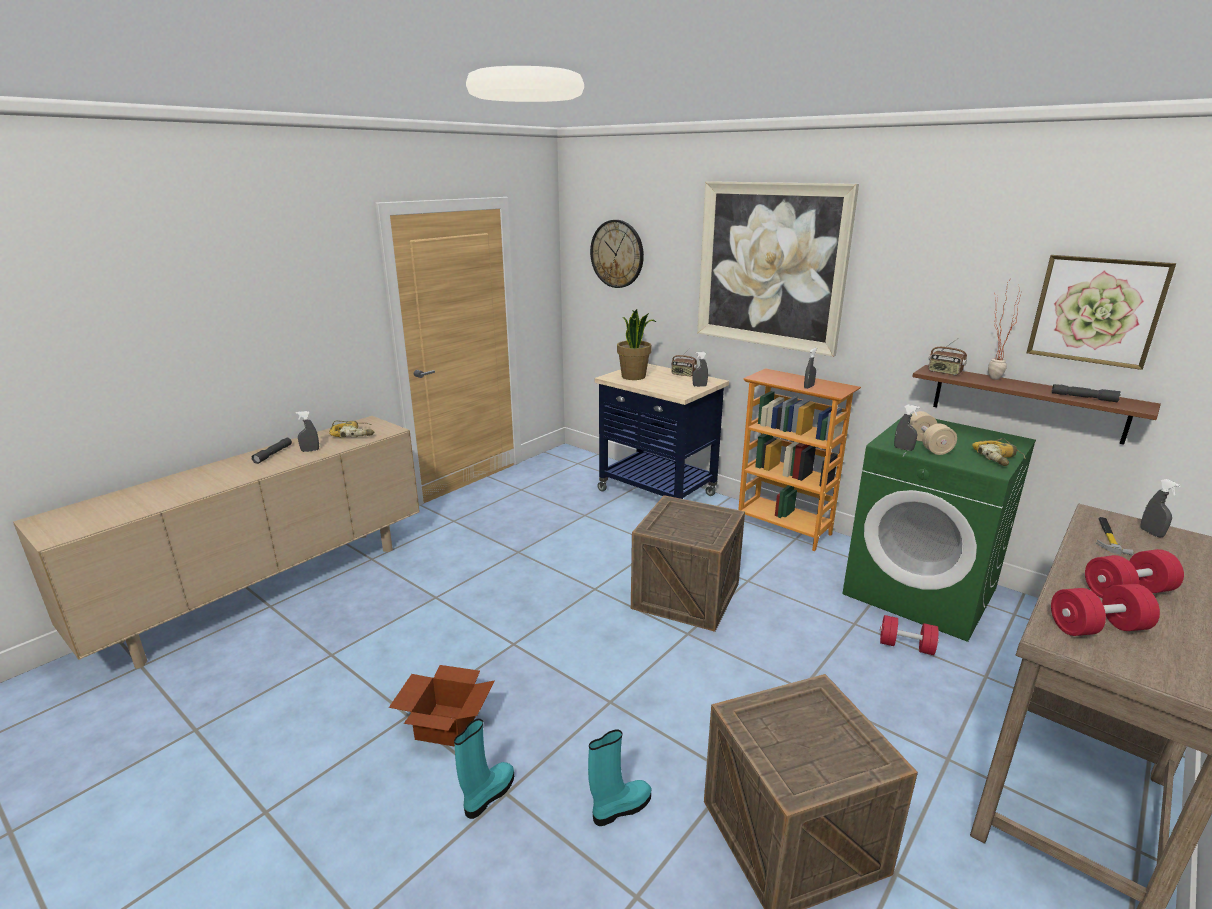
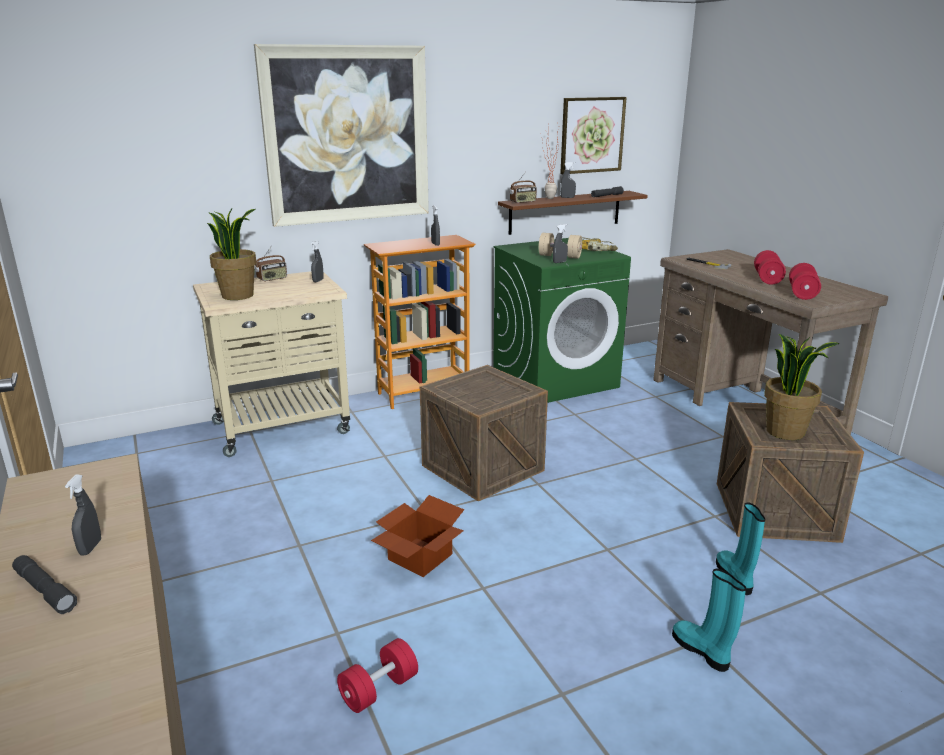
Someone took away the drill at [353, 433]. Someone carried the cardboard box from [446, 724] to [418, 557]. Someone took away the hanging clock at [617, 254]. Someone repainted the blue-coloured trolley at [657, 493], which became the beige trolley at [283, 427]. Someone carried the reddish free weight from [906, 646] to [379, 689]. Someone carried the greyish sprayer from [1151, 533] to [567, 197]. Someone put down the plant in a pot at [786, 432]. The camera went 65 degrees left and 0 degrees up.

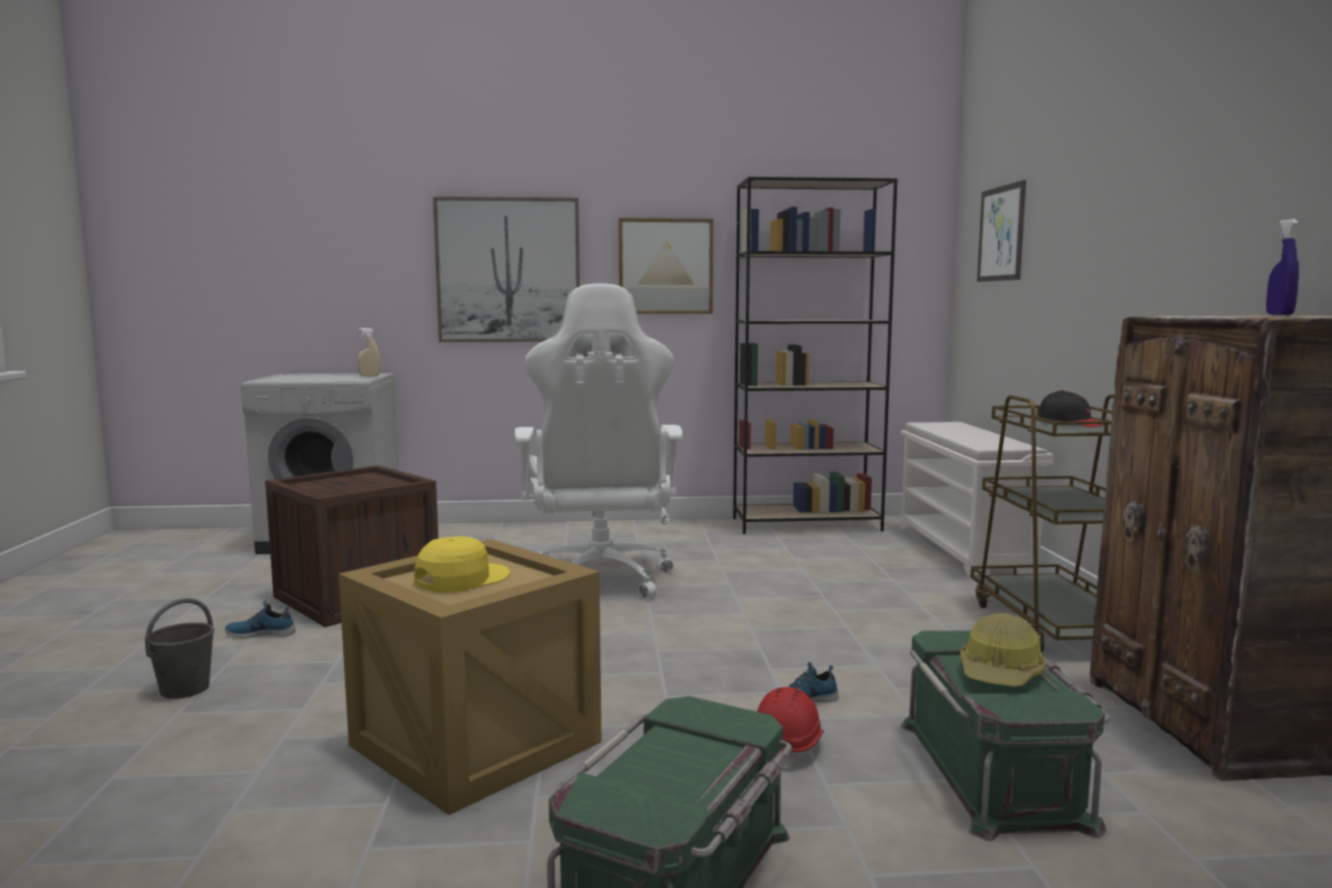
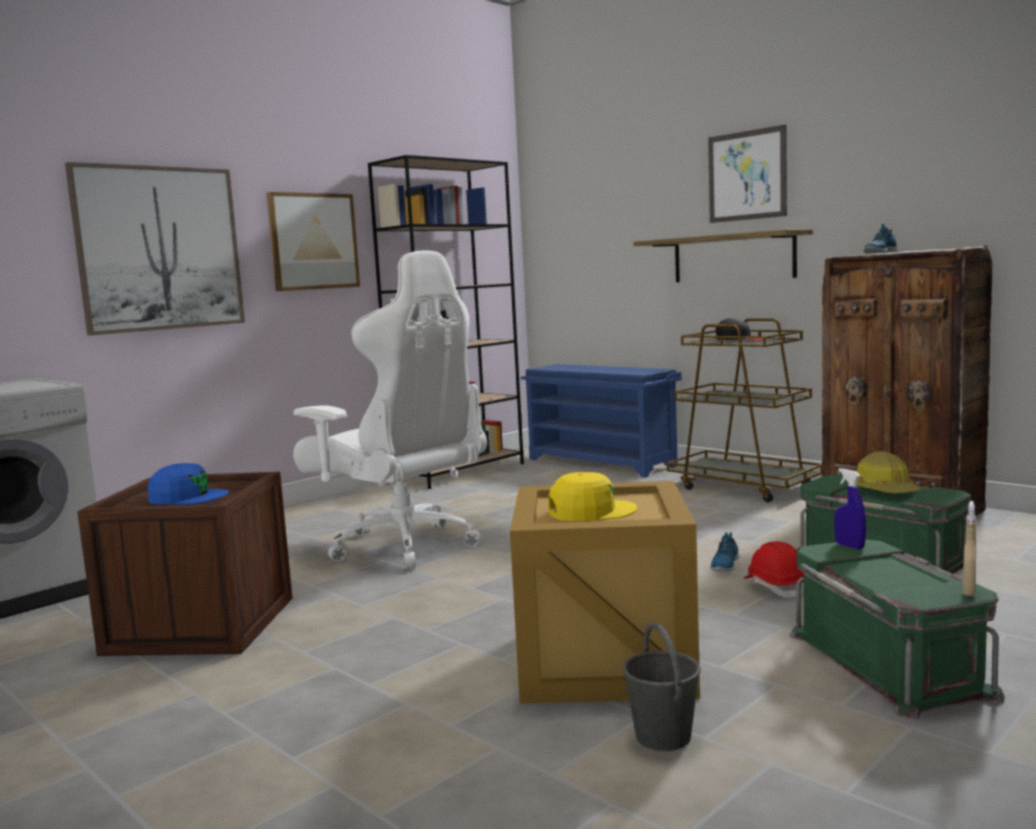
Someone carried the greyish water bucket from [185, 689] to [662, 736]. Someone carried the item of footwear from [261, 633] to [879, 252]. Someone carried the beige sprayer from [369, 376] to [969, 591]. Someone rotated the yellow baseball cap at [461, 578] by 75 degrees clockwise. Someone repainted the whitish shoe shelf at [965, 551], which became the blue-coloured shoe shelf at [602, 463]. Someone carried the picture from [1001, 233] to [747, 175]. Someone carried the blue-coloured sprayer from [1279, 314] to [849, 546]. Someone put down the blue-coloured baseball cap at [188, 497]. Someone put up the bracket shelf at [733, 257]. The camera went 40 degrees left and 0 degrees up.

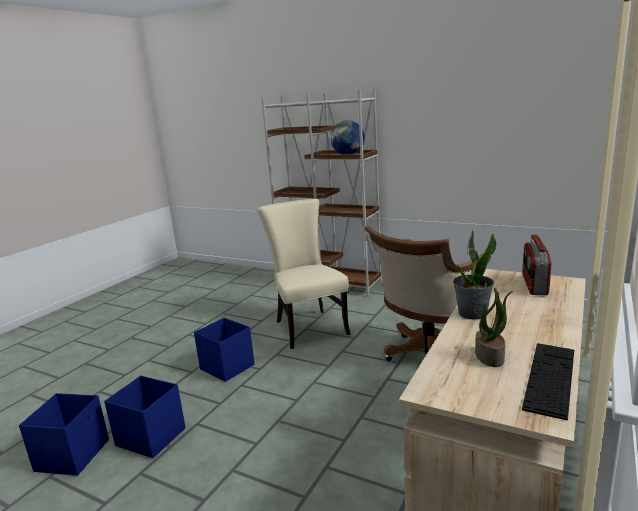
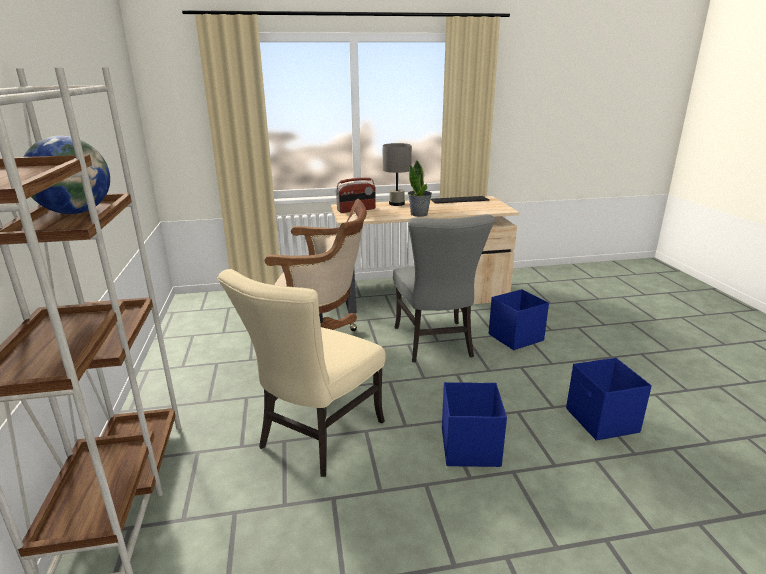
Someone carried the blue-coloured storage bin from [73, 455] to [515, 337]. Someone took away the plant in a pot at [490, 356]. Someone put down the greyish lamp for a table at [396, 204]. Someone put down the greyish plain chair at [435, 344]. The camera went 130 degrees left and 5 degrees up.

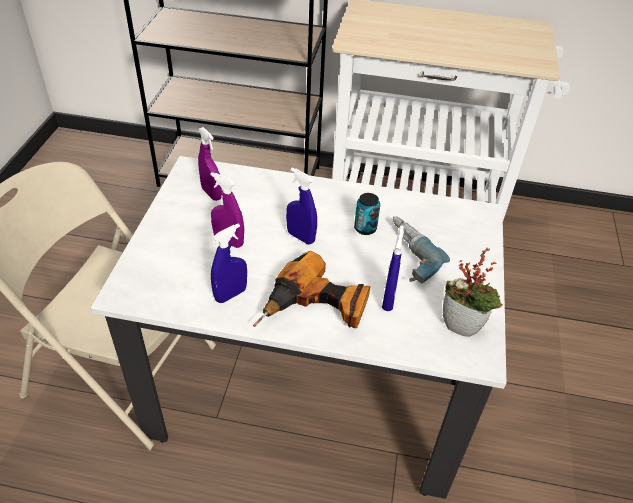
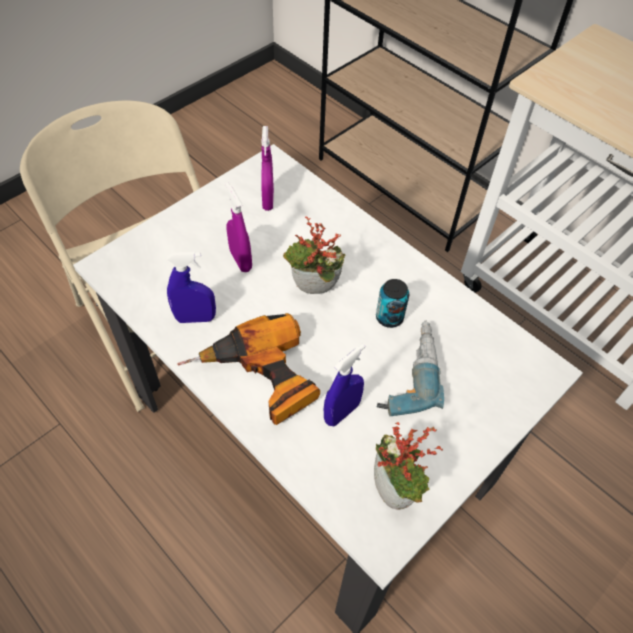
Someone swapped the blue-coloured sprayer at [301, 237] for the plant in a pot at [313, 292]. The camera went 35 degrees right and 10 degrees up.

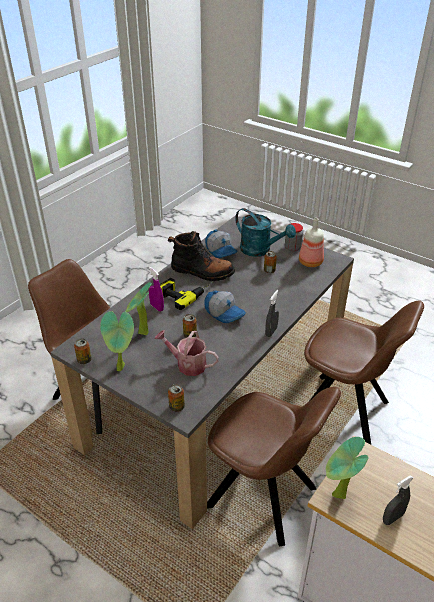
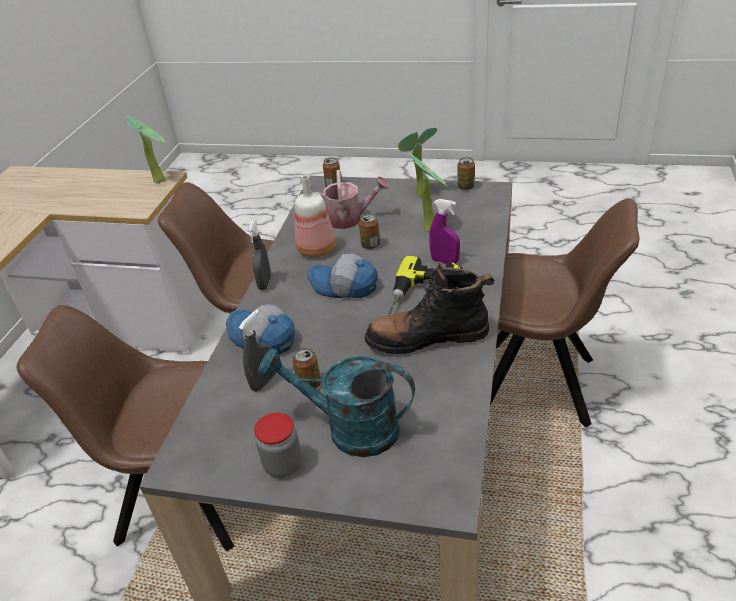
Someone carried the baseball cap from [221, 250] to [262, 338]. Someone carried the bottle from [309, 262] to [318, 249]. Someone carried the greyish sprayer from [392, 518] to [263, 382]. The camera went 160 degrees right and 0 degrees up.

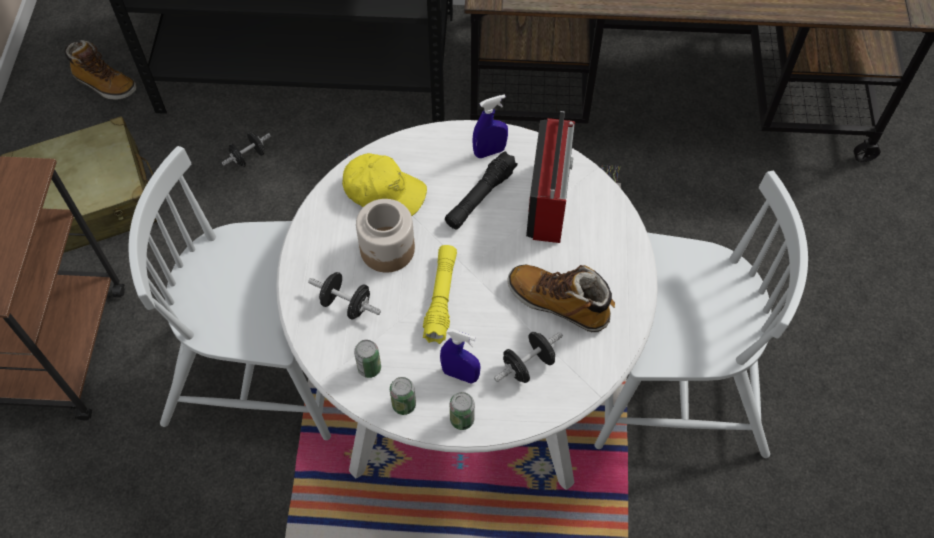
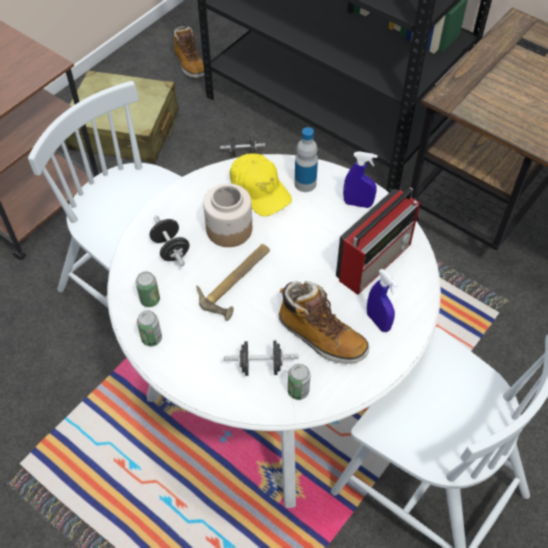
Someone swapped the yellow hand torch at [441, 298] for the hand hammer at [238, 283]. Someone carried the blue-coloured sprayer from [460, 374] to [378, 321]. Someone took away the blackish hand torch at [480, 197]. Someone carried the can from [462, 419] to [298, 391]. Someone rotated the boot at [559, 303] by 150 degrees clockwise. Someone put down the bottle at [305, 183]. The camera went 35 degrees right and 5 degrees down.

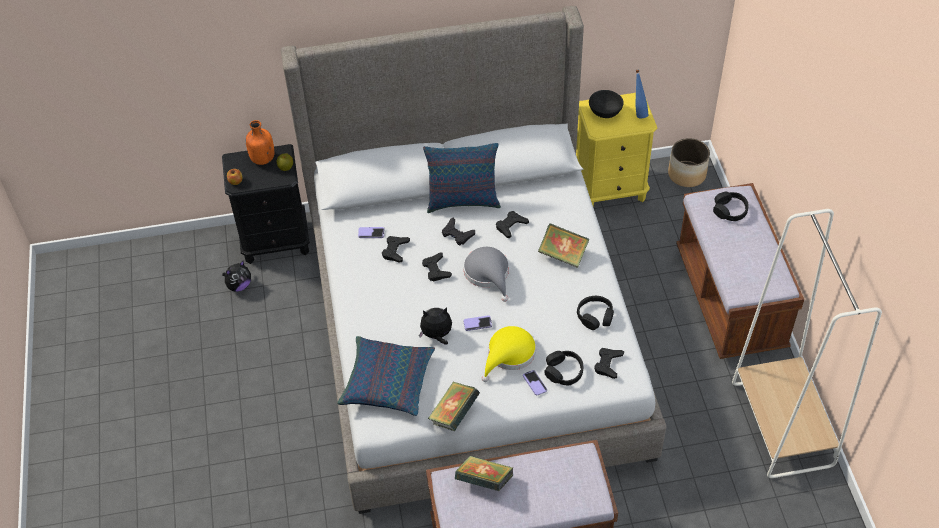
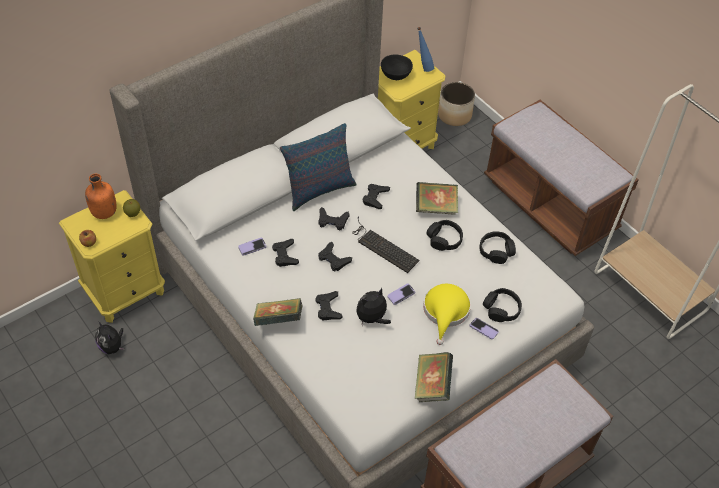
Someone repainted the blackish night table at [276, 241], which became the yellow night table at [125, 292]. Someone rotated the plush toy at [239, 285] by 120 degrees clockwise. Someone took away the blue-coloured pillow at [387, 382]. Someone carried the book from [484, 481] to [278, 320]. Someone swapped the greyish clothing hat at [488, 274] for the keyboard at [382, 246]. Someone carried the blackish gamepad from [608, 364] to [328, 308]. Someone carried the blackish headphones from [730, 210] to [444, 239]. The camera went 30 degrees left and 0 degrees up.

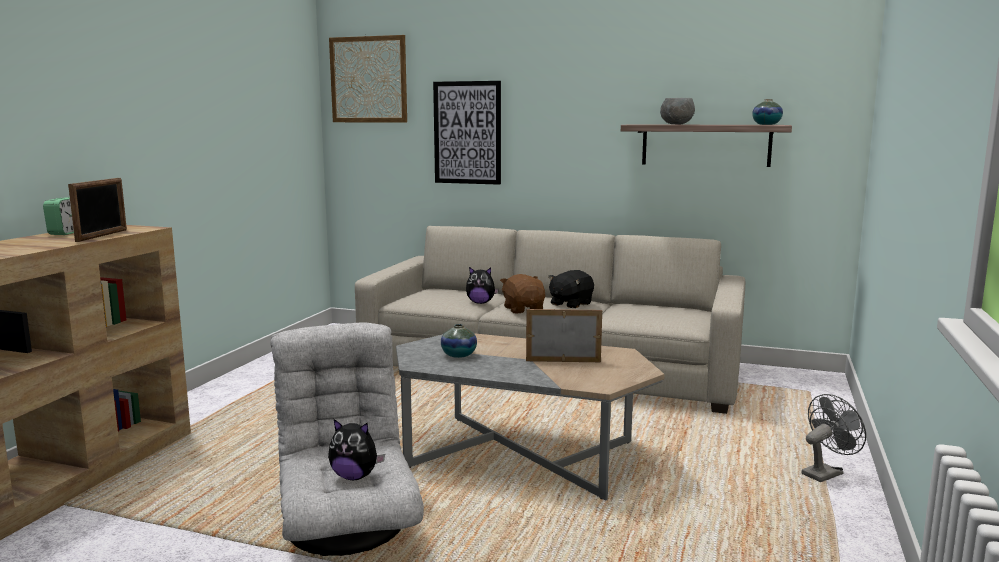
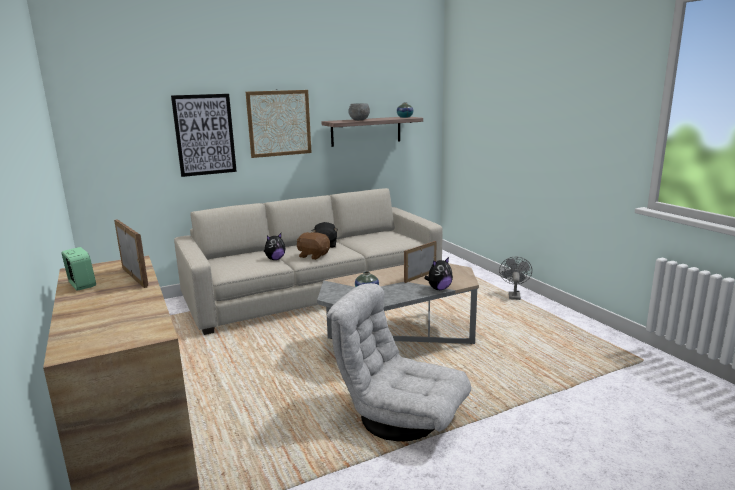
Someone carried the plush toy from [355, 476] to [439, 289]. Someone carried the picture from [368, 78] to [279, 122]. The camera went 45 degrees left and 5 degrees up.

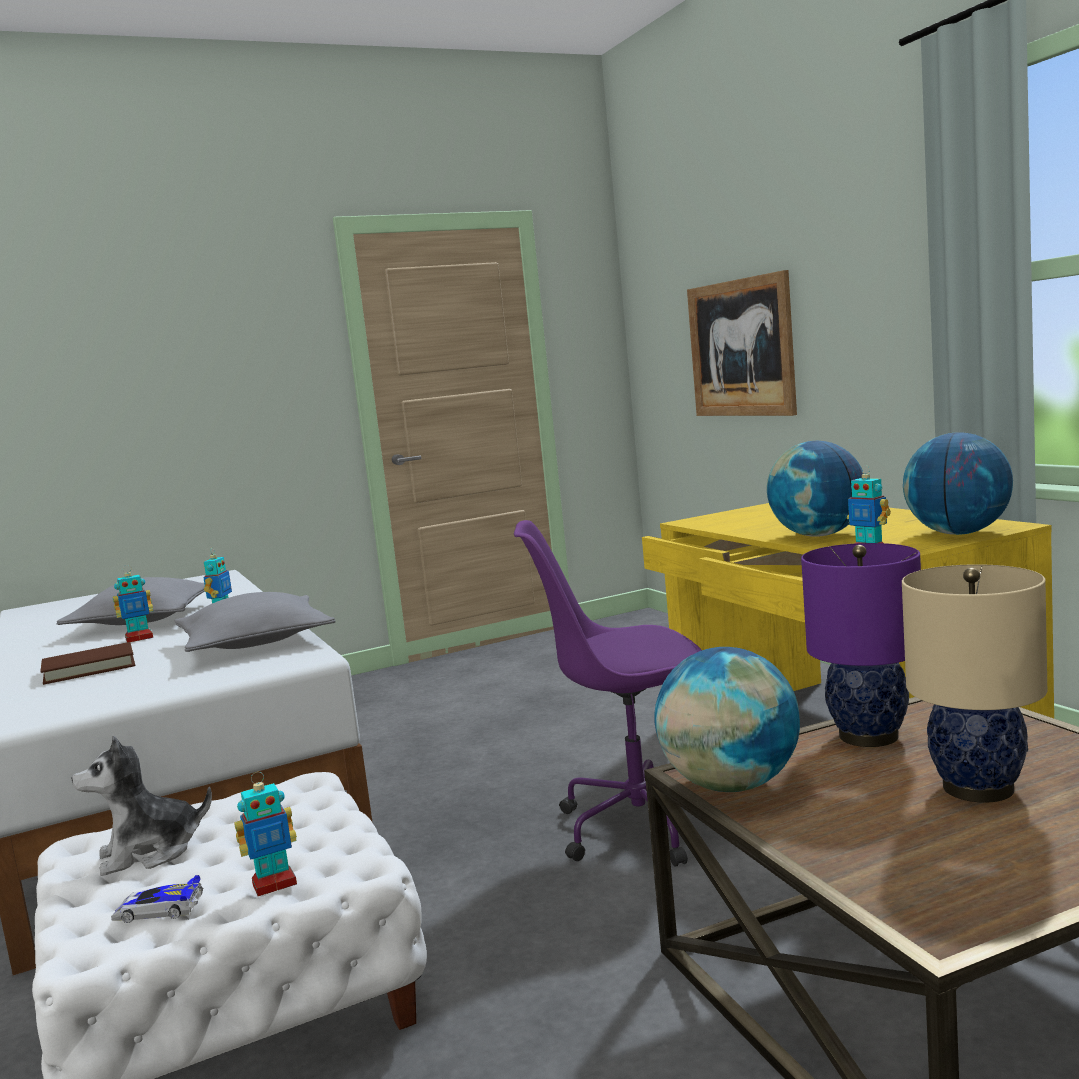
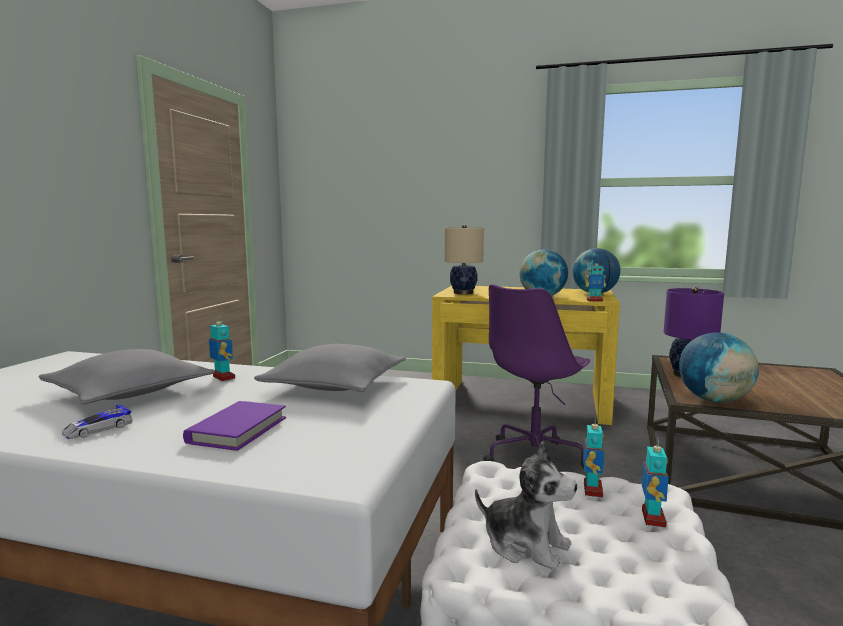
Someone repainted the brownish book at [89, 668], which became the purple-coloured book at [237, 430]. Someone rotated the plush toy at [149, 853] by 75 degrees counterclockwise. Someone carried the miniature car from [157, 910] to [97, 429]. Someone carried the model robot from [139, 638] to [592, 490]. Someone took away the picture at [741, 348]. Someone carried the beige lamp for a table from [978, 788] to [463, 293]. The camera went 50 degrees left and 0 degrees up.

